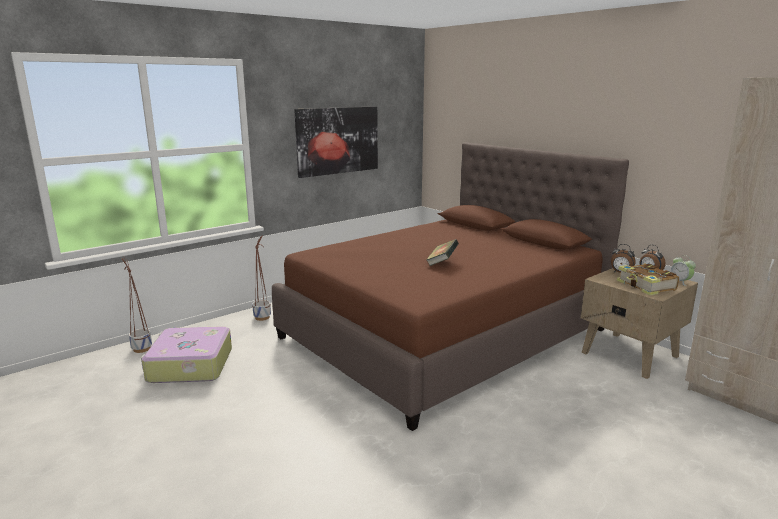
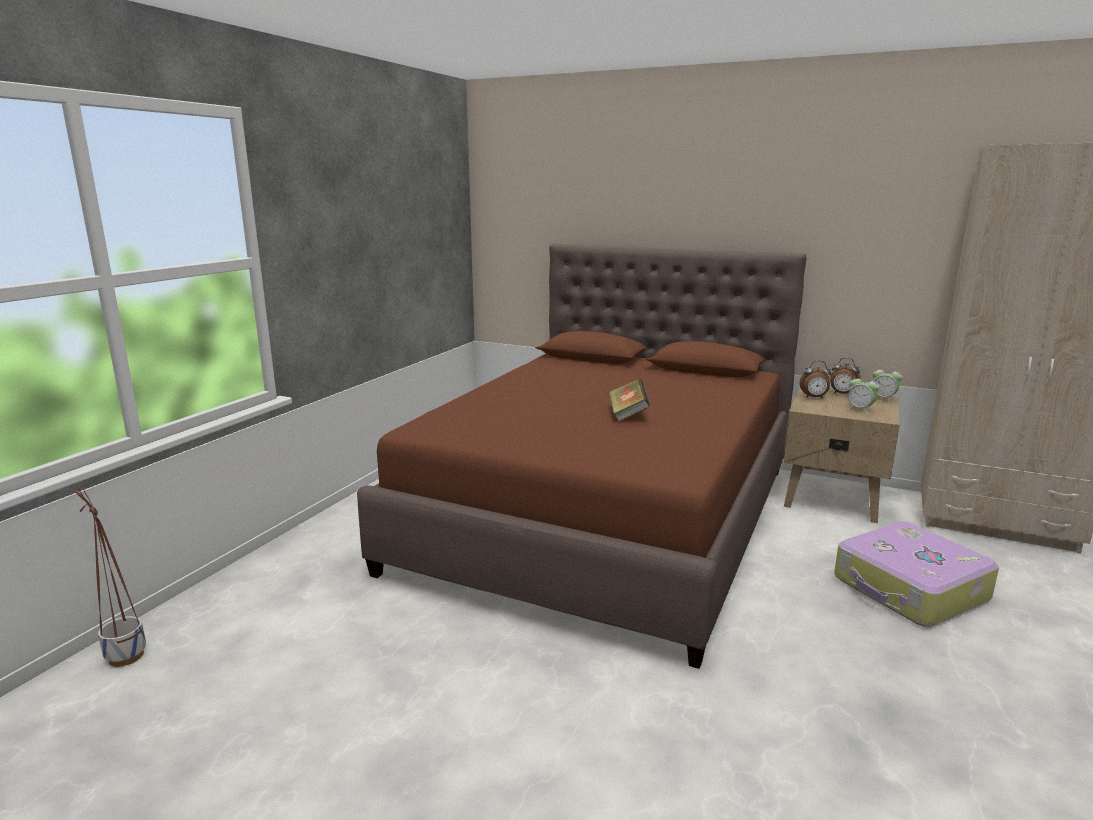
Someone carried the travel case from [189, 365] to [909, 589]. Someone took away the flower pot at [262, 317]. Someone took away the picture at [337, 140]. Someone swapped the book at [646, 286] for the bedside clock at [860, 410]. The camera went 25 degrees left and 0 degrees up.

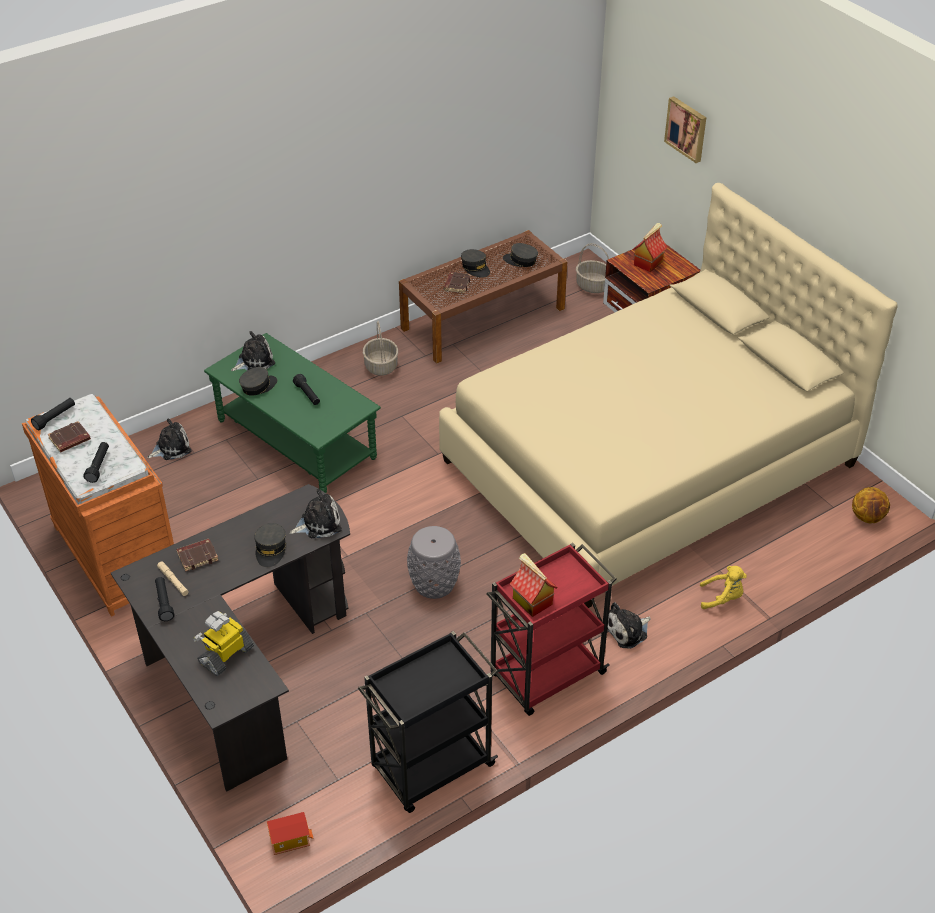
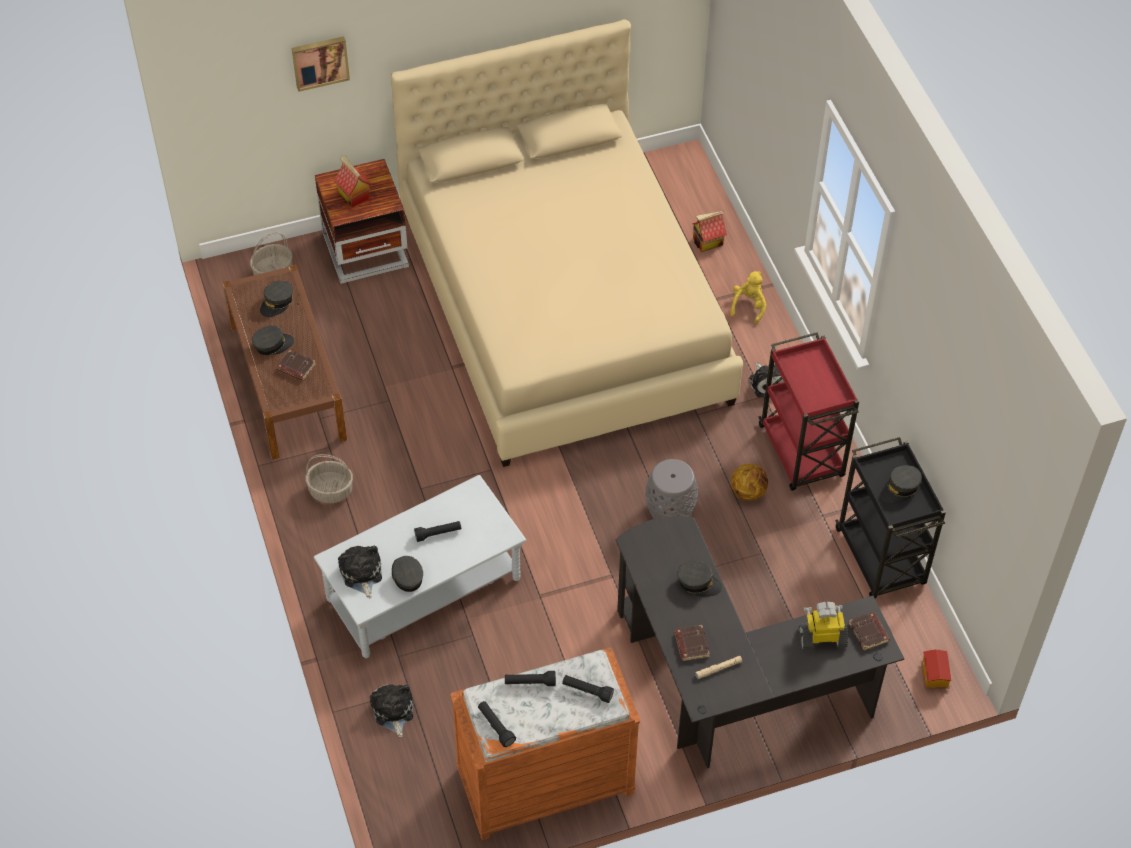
Someone carried the brownish book from [70, 440] to [869, 633]. Someone carried the blackish hand torch from [164, 602] to [530, 682]. Someone rotated the model robot at [226, 655] by 120 degrees clockwise. Someone repainted the green lounge table at [296, 439], which became the greyish lounge table at [423, 590]. Someone took away the plush toy at [318, 523]. Someone carried the model house from [531, 601] to [707, 242]. Someone carried the ball for basketball from [868, 517] to [748, 492]. Someone put down the greyish baseball cap at [900, 488]. The camera went 75 degrees left and 10 degrees up.

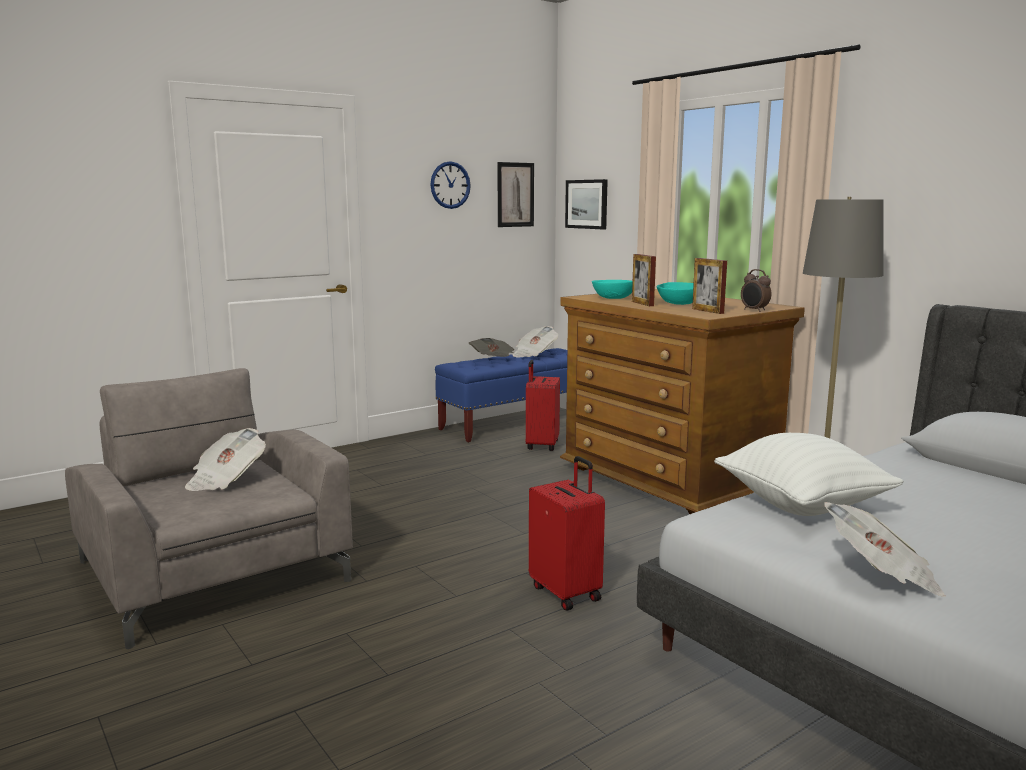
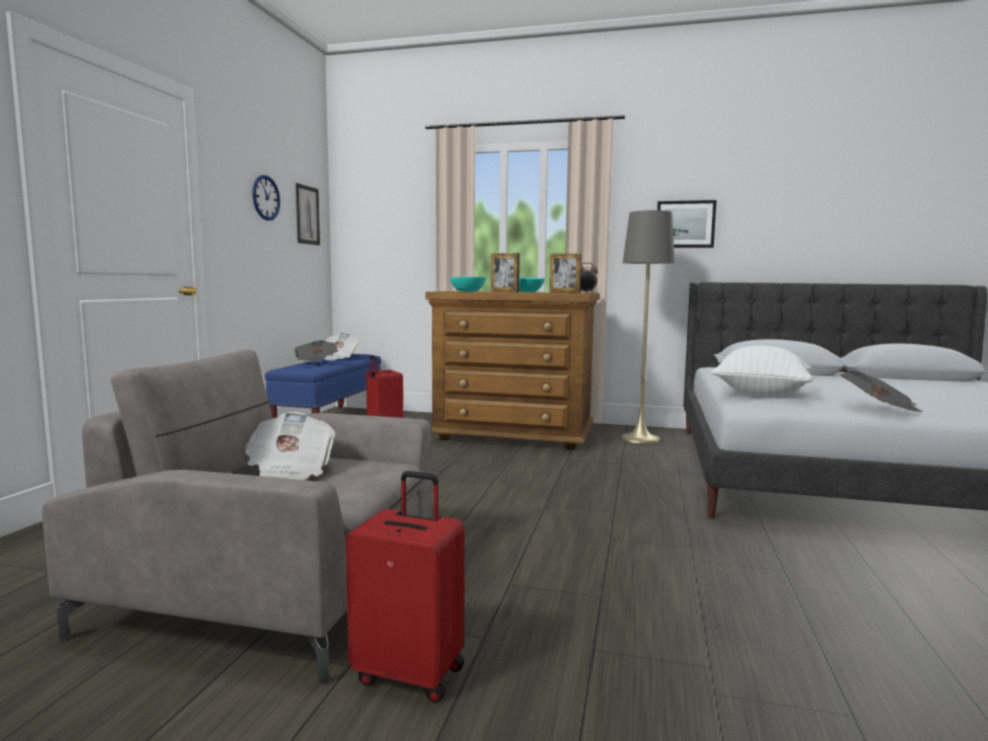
Someone carried the reddish travel case from [567, 592] to [411, 673]. Someone carried the picture from [587, 204] to [685, 224]. The camera went 40 degrees left and 5 degrees down.

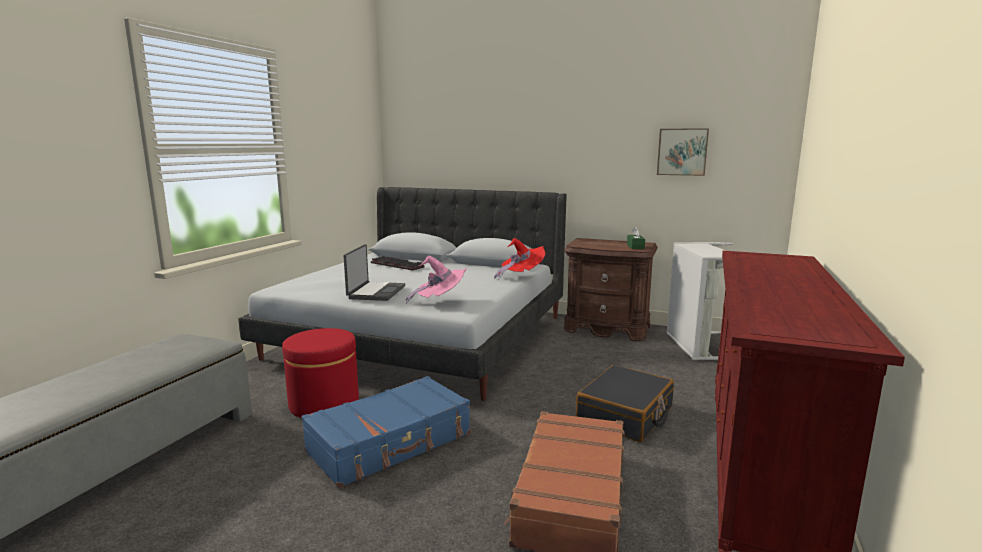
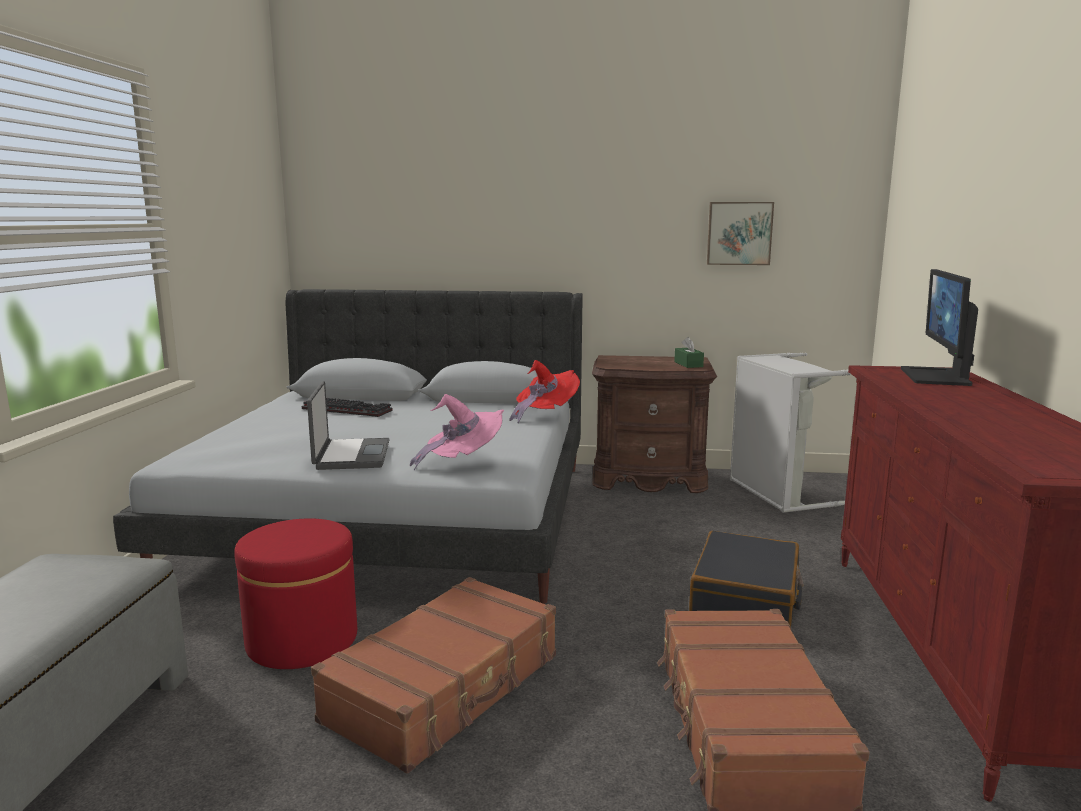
Someone repainted the blue-coloured travel case at [391, 443], which became the brownish travel case at [446, 688]. Someone put down the computer display at [937, 377]. The camera went 15 degrees left and 0 degrees up.

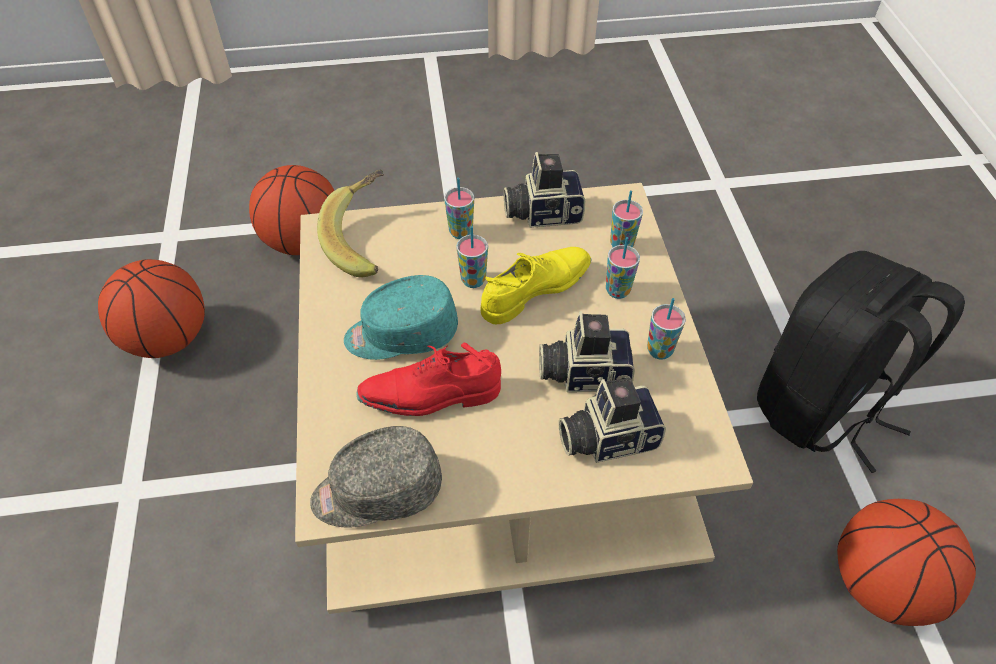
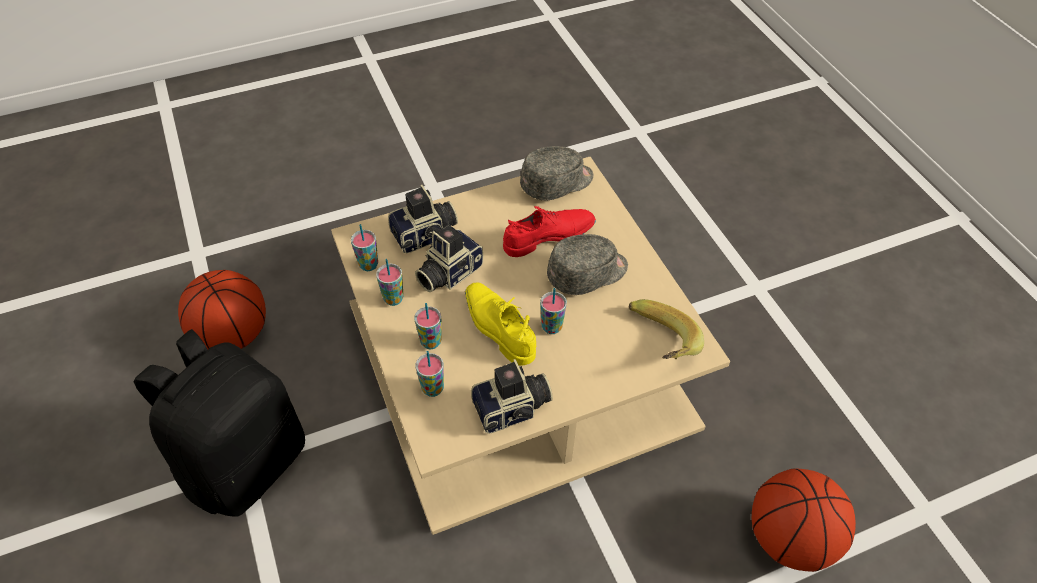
Someone took away the ball for basketball at [168, 339]. Someone repainted the turquoise-coloured baseball cap at [401, 334], which became the greyish baseball cap at [588, 273]. Someone carried the small cup from [461, 232] to [368, 265]. Someone rotated the yellow item of footwear at [535, 291] by 105 degrees clockwise. Someone rotated the still camera at [583, 372] by 150 degrees clockwise. The camera went 165 degrees right and 0 degrees up.

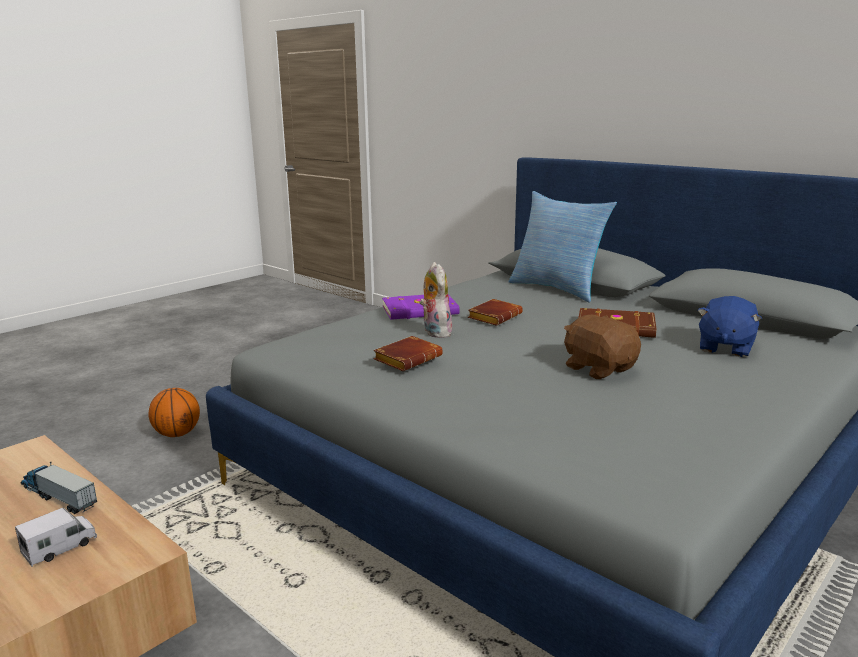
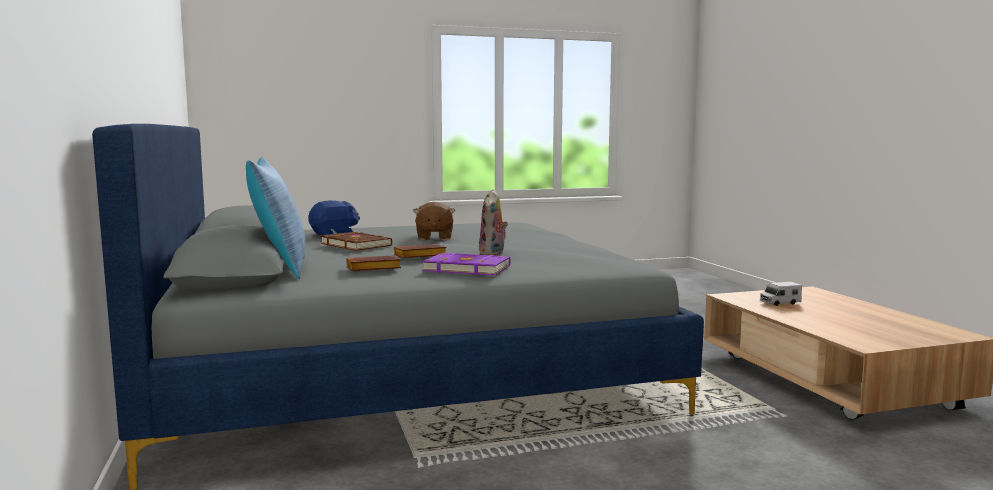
Someone took away the model truck at [58, 497]. Someone took away the ball for basketball at [177, 434]. Someone carried the brownish book from [408, 358] to [372, 269]. The camera went 150 degrees left and 10 degrees down.

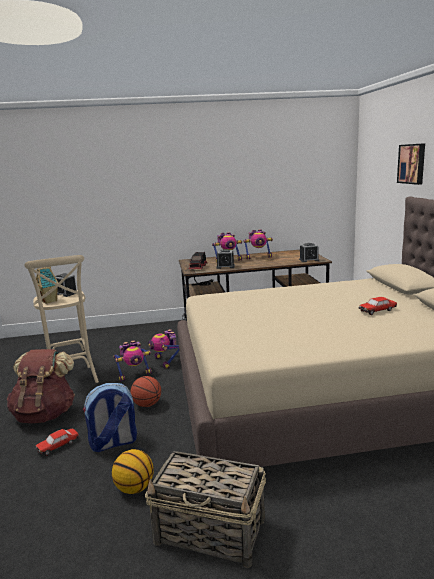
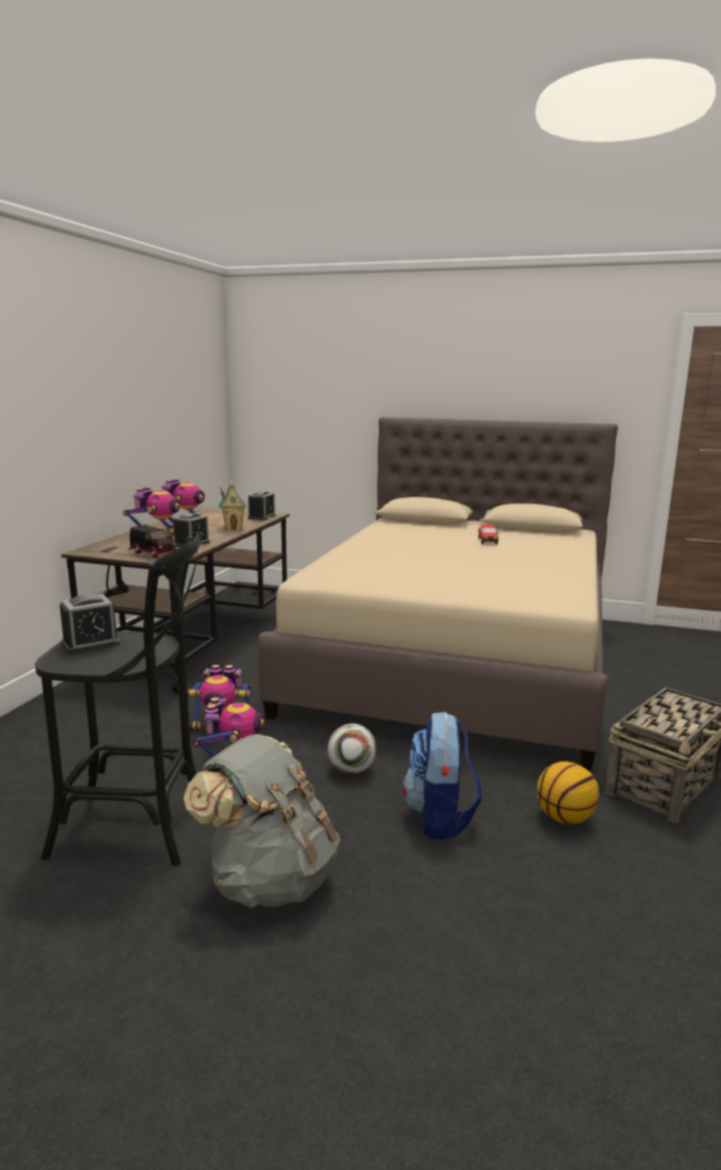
Someone repainted the brownish knapsack at [45, 414], which became the greyish knapsack at [269, 879]. Someone repainted the beige sitting stool at [71, 377], which became the blackish sitting stool at [138, 829]. Someone carried the model house from [50, 301] to [233, 528]. Someone took away the miniature car at [58, 446]. Someone swapped the ball for basketball at [147, 404] for the football at [351, 769]. Someone took away the picture at [412, 163]. The camera went 65 degrees left and 0 degrees up.

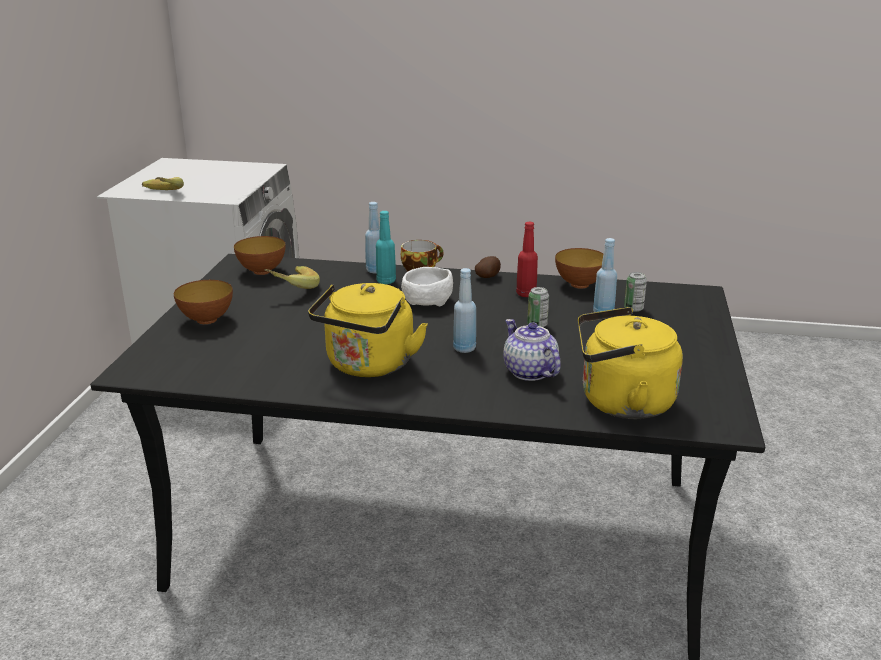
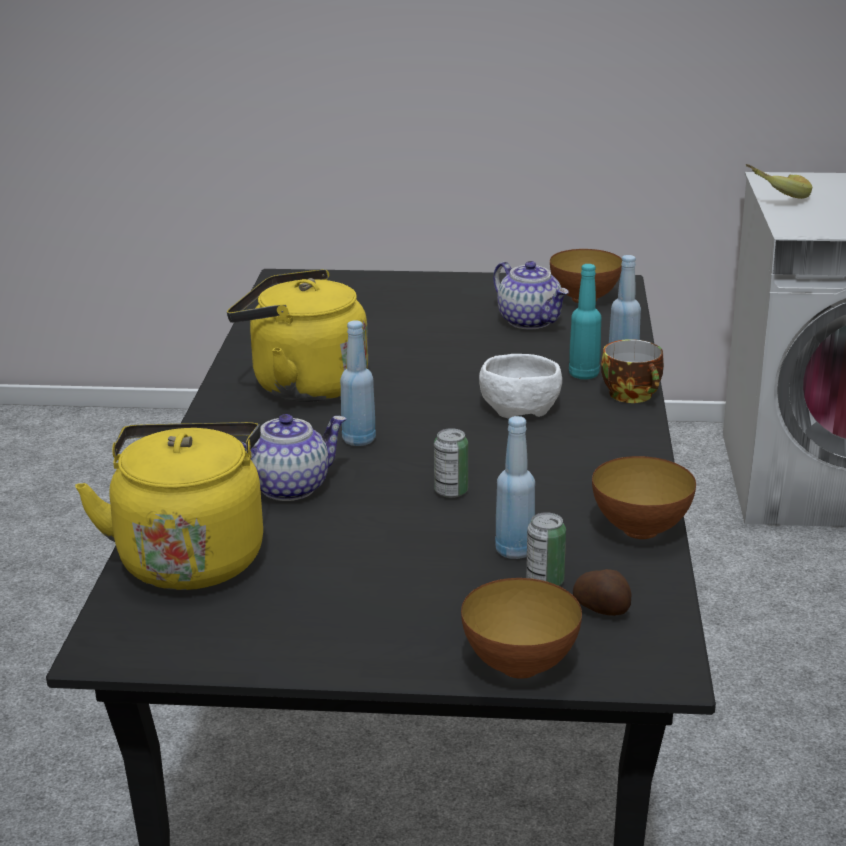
Someone carried the serving bowl from [206, 320] to [520, 666]. Someone swapped the whole banana at [291, 289] for the tea pot at [530, 321]. Someone carried the whole potato from [488, 277] to [602, 610]. Someone took away the reddish bottle at [526, 294]. The camera went 85 degrees right and 0 degrees up.

